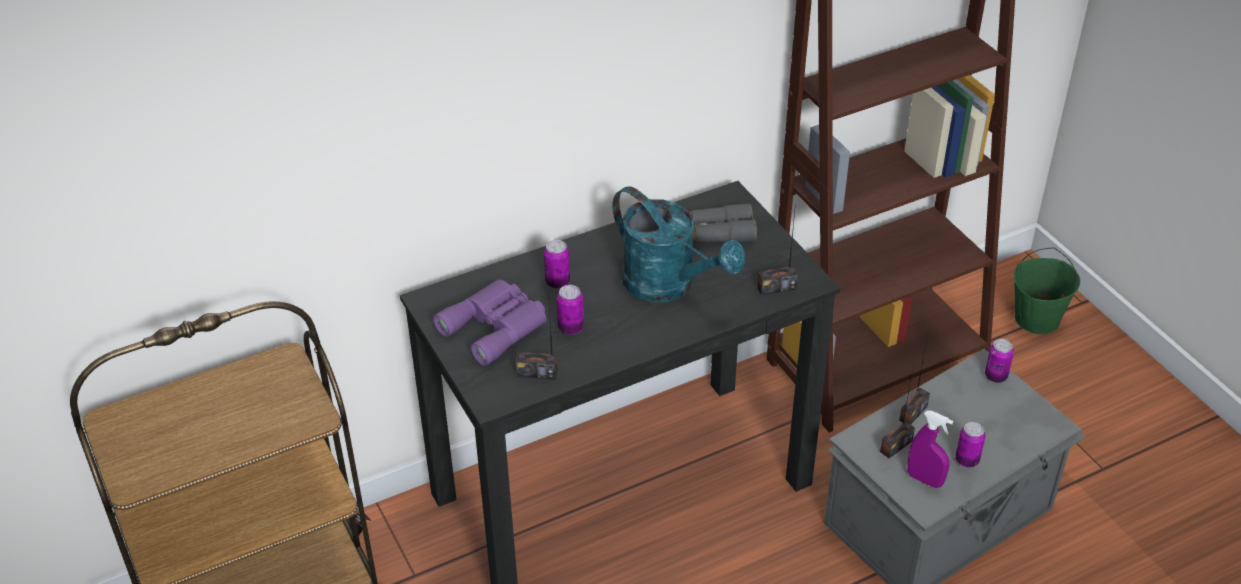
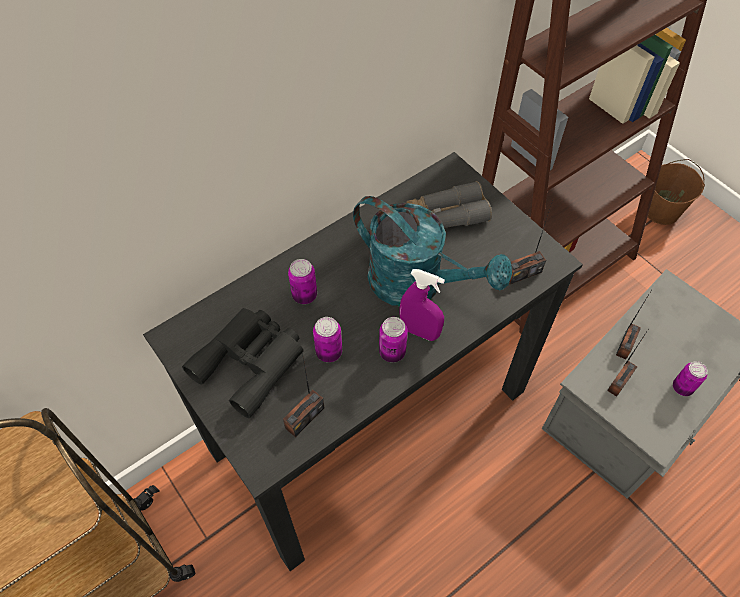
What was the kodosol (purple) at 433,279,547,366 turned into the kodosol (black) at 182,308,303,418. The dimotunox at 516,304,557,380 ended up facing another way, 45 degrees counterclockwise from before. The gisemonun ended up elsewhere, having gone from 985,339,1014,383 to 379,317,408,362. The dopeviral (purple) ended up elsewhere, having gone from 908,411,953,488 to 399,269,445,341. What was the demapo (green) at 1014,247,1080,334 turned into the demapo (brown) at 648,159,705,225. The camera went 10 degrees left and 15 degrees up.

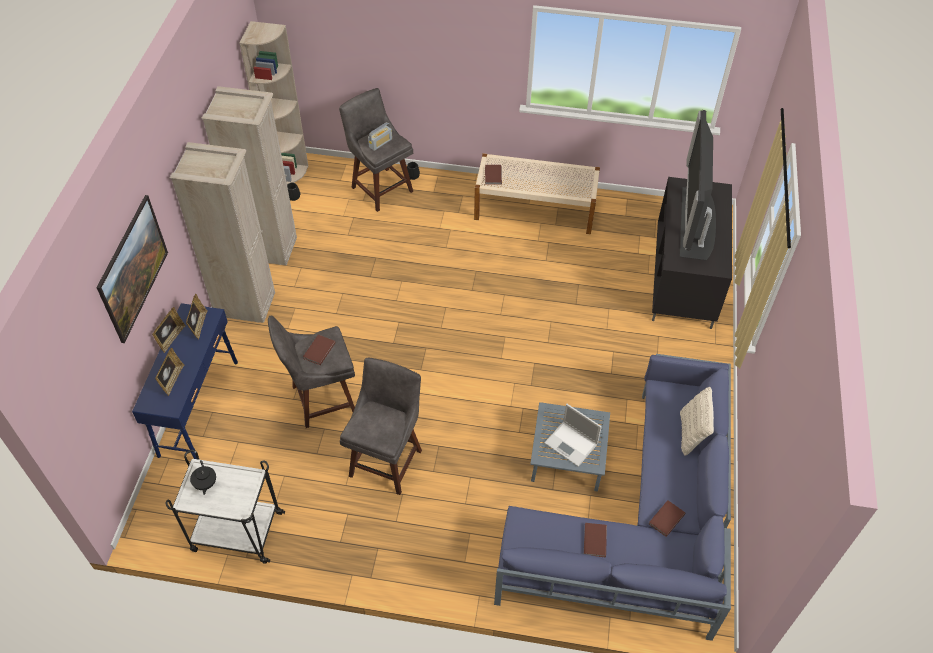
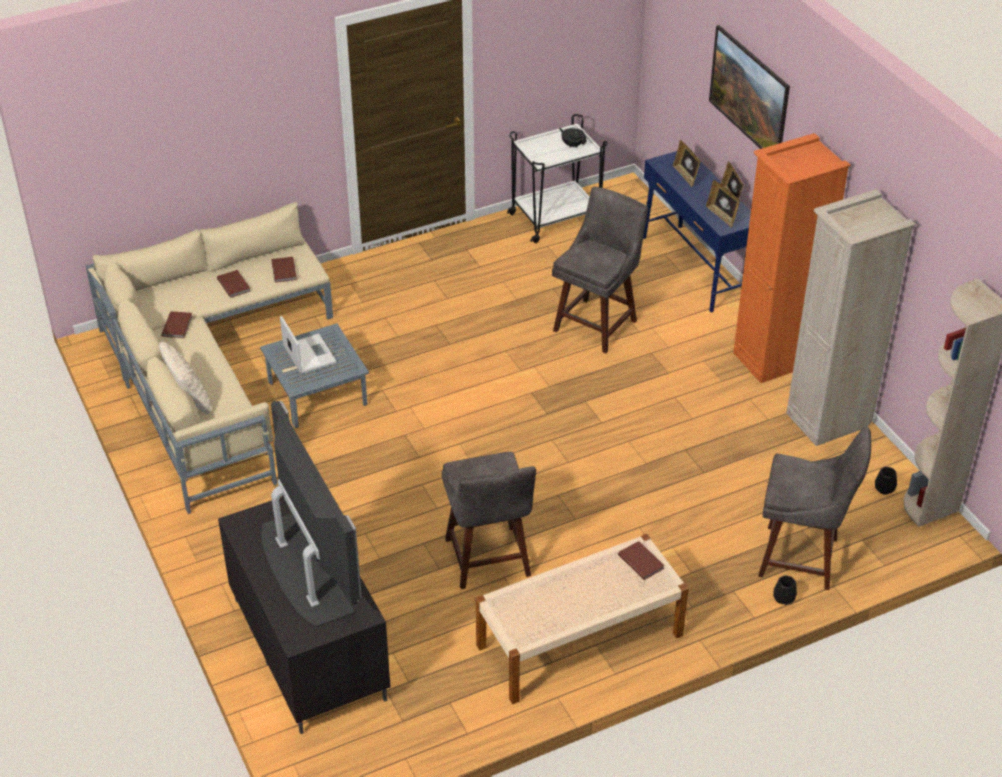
What was the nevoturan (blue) at 494,354,731,641 turned into the nevoturan (beige) at 86,202,369,514. The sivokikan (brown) ended up elsewhere, having gone from 303,335,336,365 to 271,257,297,282. The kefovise at 544,404,602,467 ended up facing another way, 60 degrees clockwise from before. The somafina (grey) ended up elsewhere, having gone from 340,358,422,495 to 442,452,536,589. What was the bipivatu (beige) at 170,142,275,323 turned into the bipivatu (orange) at 733,133,851,383. The second view lost the dimotunox at 368,122,392,151. The camera went 145 degrees right and 10 degrees down.

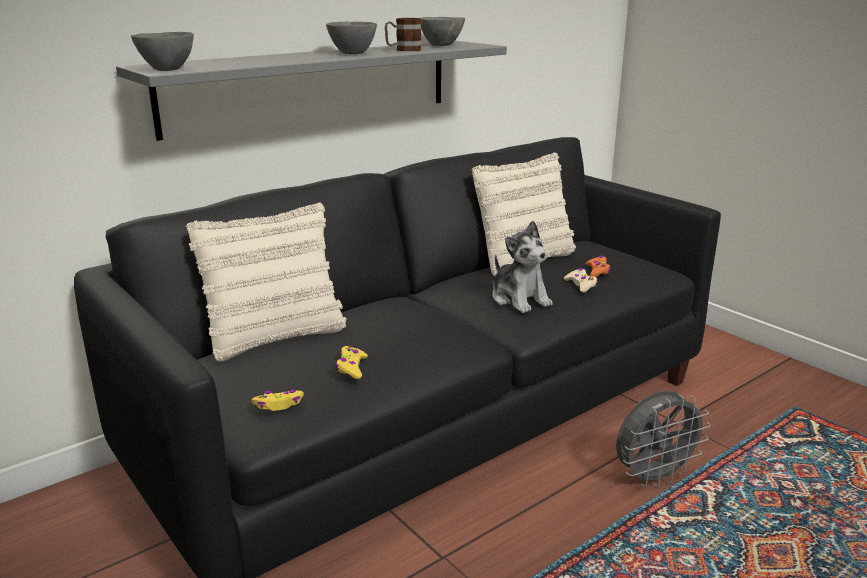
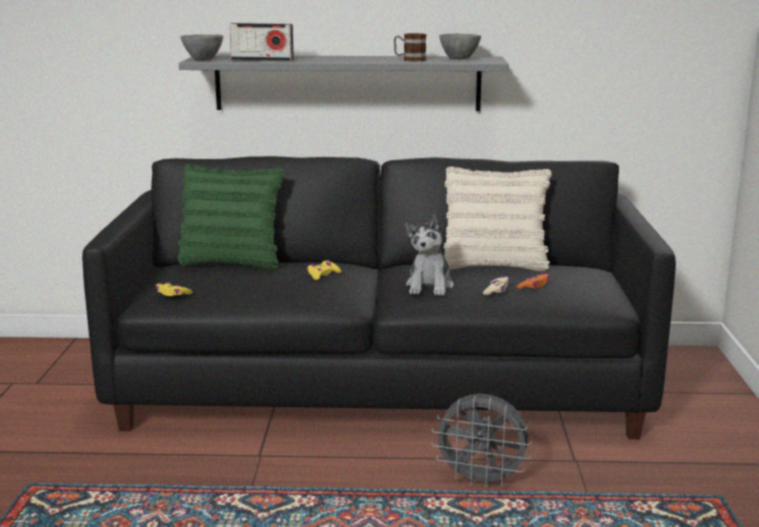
What was the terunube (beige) at 186,203,347,361 turned into the terunube (green) at 178,164,285,270. The second view gained the dimotunox at 229,23,294,61. The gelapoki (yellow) ended up elsewhere, having gone from 336,346,368,379 to 307,260,341,280. The second view lost the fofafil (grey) at 326,22,377,54. The camera went 40 degrees right and 5 degrees down.

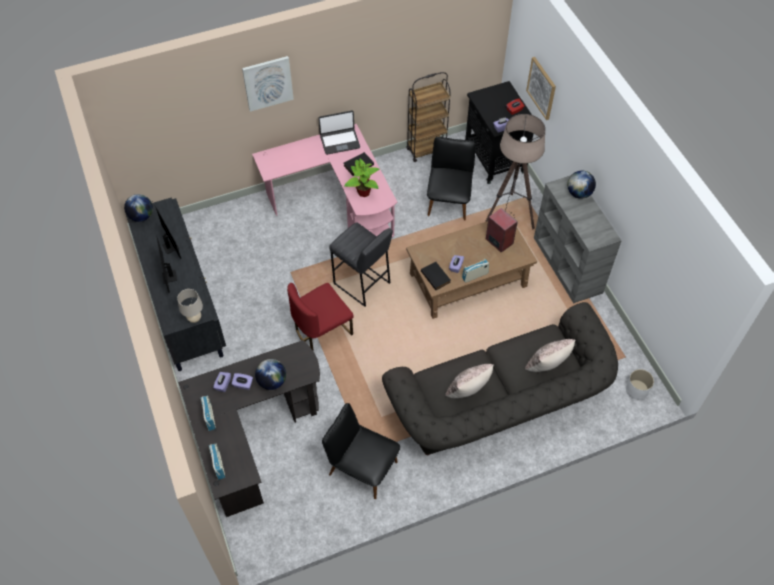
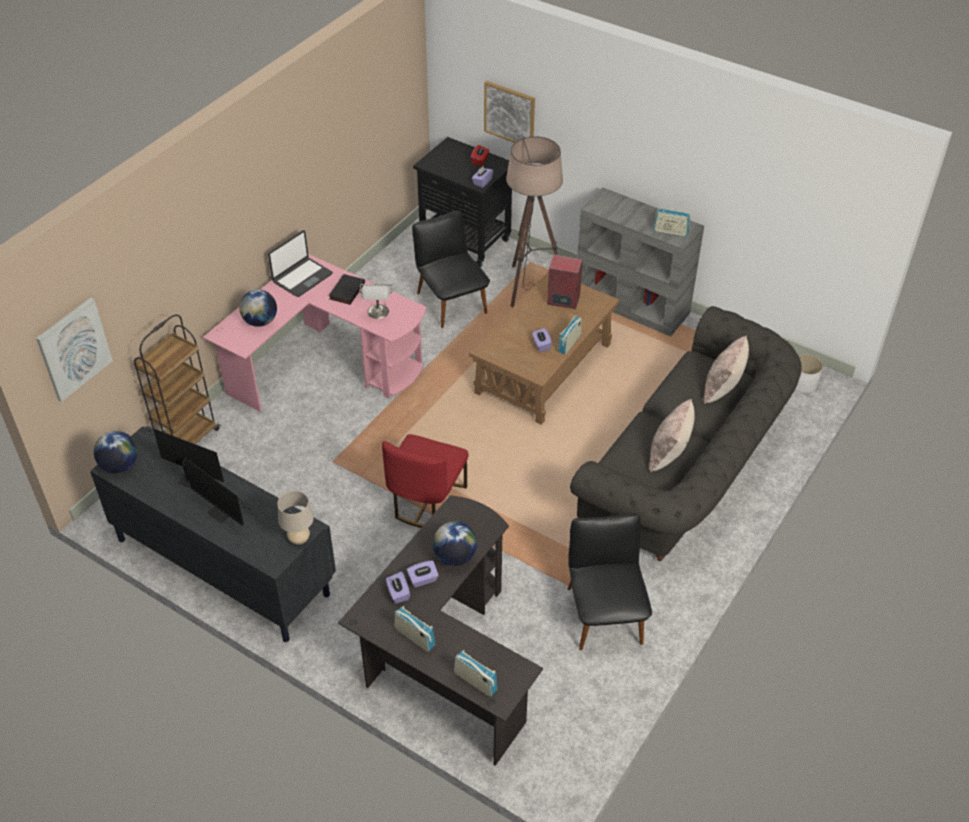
The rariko ended up elsewhere, having gone from 242,56,294,112 to 36,298,113,402. The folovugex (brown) ended up elsewhere, having gone from 406,72,450,162 to 134,314,220,444. The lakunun ended up elsewhere, having gone from 567,171,596,199 to 239,289,277,327. Where the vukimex stood at 344,158,379,197, the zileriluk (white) came to stand at 359,284,392,319. The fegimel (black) at 322,403,400,499 ended up facing another way, 90 degrees clockwise from before. The second view gained the dimotunox at 653,206,691,237. The second view lost the somafina (grey) at 329,223,393,307. The second view lost the sivokikan (black) at 421,262,451,290. The camera went 35 degrees left and 10 degrees down.

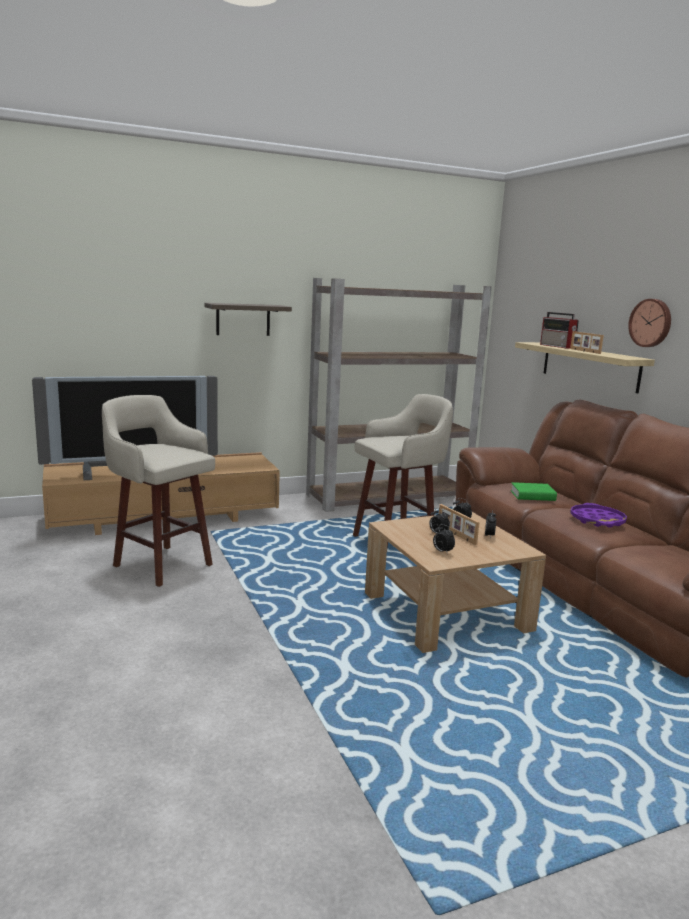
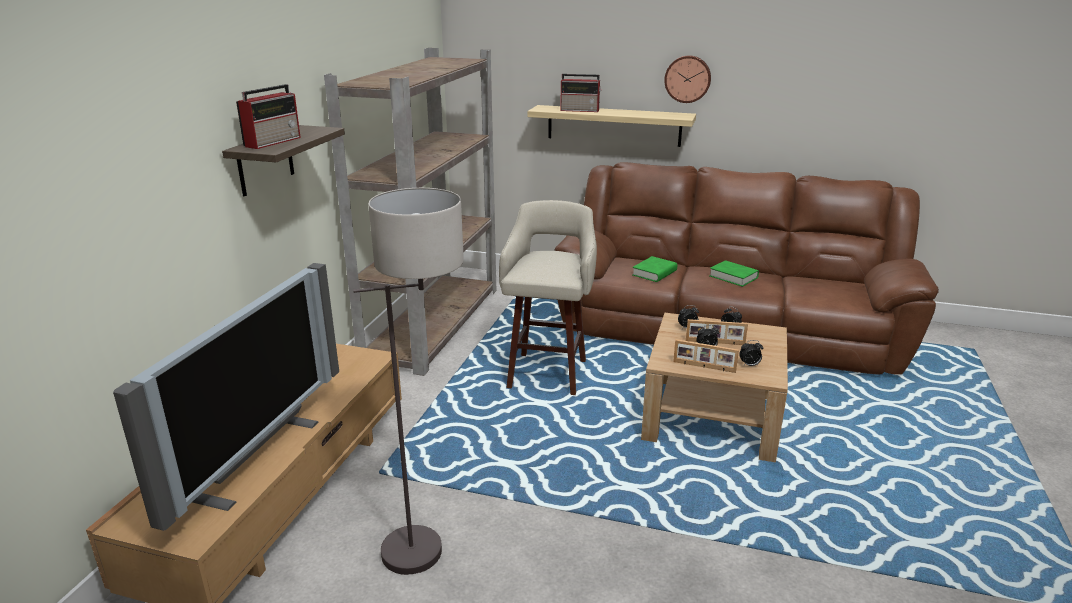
The second view gained the dimotunox at 236,84,301,149. Where the somafina (beige) stood at 102,395,215,587, the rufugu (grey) came to stand at 353,188,464,575. The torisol ended up elsewhere, having gone from 570,331,604,354 to 673,339,739,373. Where the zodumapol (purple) stood at 570,503,627,528, the sivokikan (green) came to stand at 709,260,759,287. The camera went 50 degrees left and 10 degrees up.

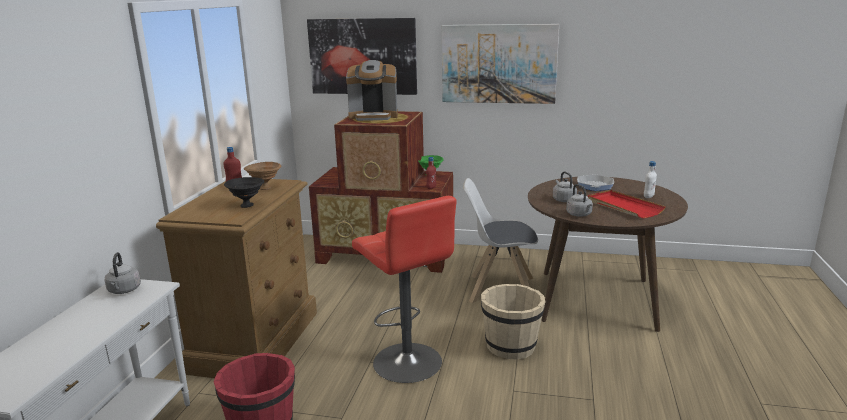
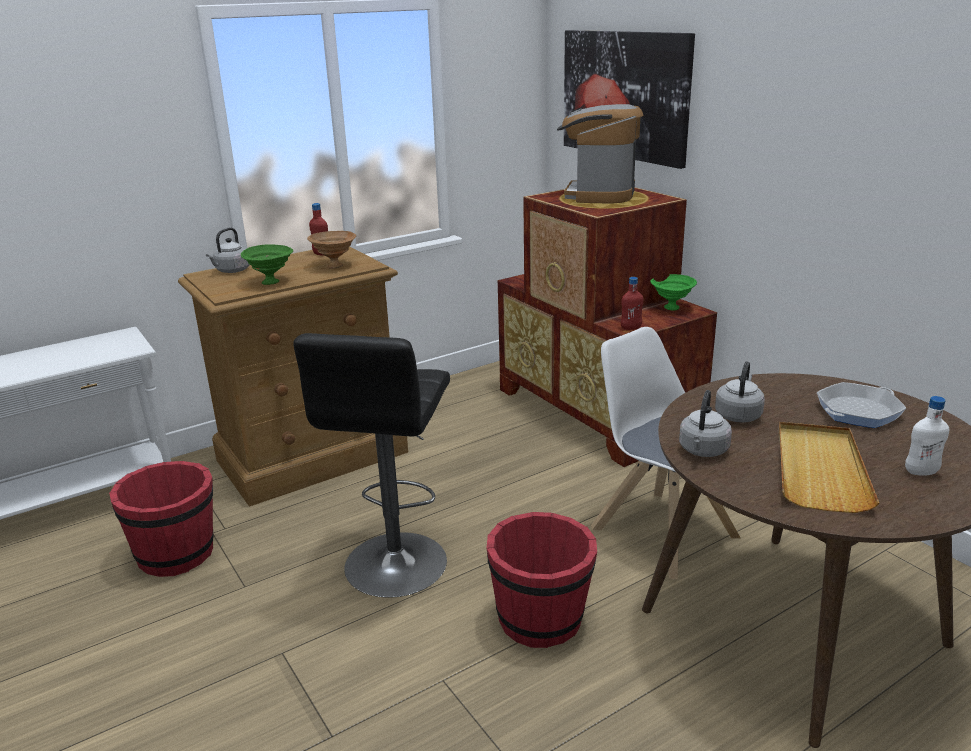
The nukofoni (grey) ended up elsewhere, having gone from 105,252,141,294 to 206,227,250,273. What was the fofafil (black) at 224,177,264,208 turned into the fofafil (green) at 241,244,293,285. What was the somafina (red) at 352,196,456,383 turned into the somafina (black) at 293,333,450,598. What was the demapo (beige) at 481,284,545,359 turned into the demapo (red) at 486,512,597,648. The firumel at 346,60,398,121 ended up facing another way, 60 degrees clockwise from before. What was the zodumapol (red) at 588,190,666,218 turned into the zodumapol (beige) at 778,422,879,513. The second view lost the rariko at 442,24,559,104. The camera went 45 degrees right and 5 degrees up.

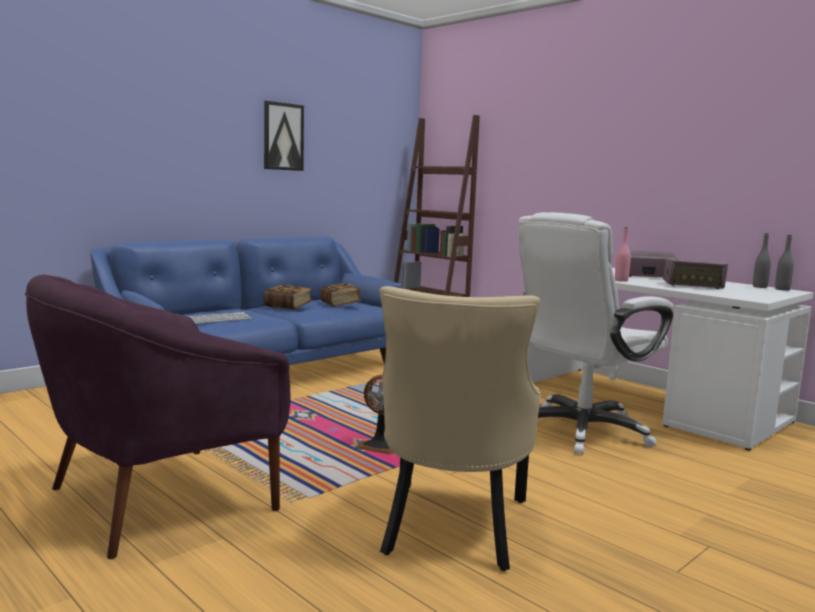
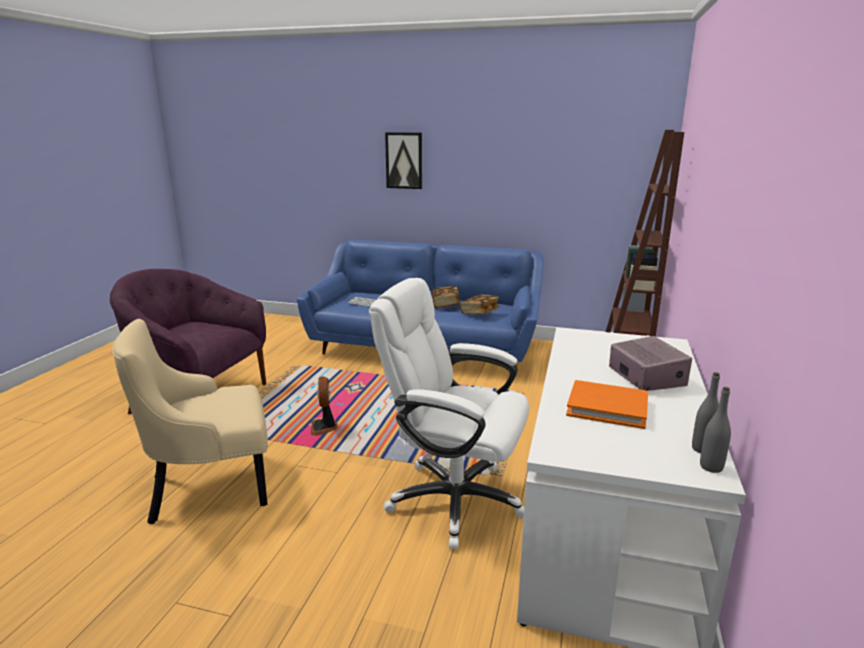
The rariko ended up elsewhere, having gone from 264,101,304,171 to 385,132,422,189. Where the dimotunox stood at 663,259,728,289, the sivokikan (orange) came to stand at 566,380,648,429. The second view lost the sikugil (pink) at 615,228,631,282. The camera went 60 degrees right and 10 degrees up.

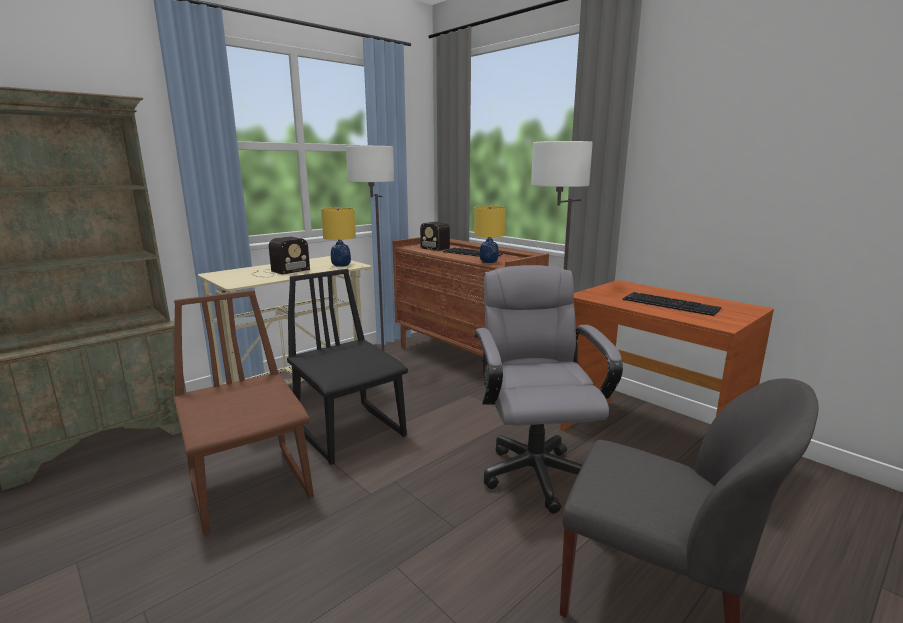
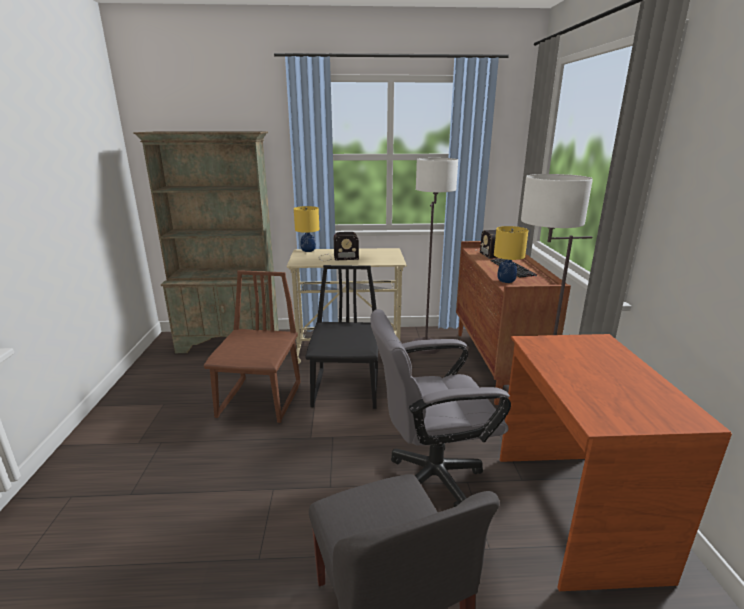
The zileriluk (yellow) ended up elsewhere, having gone from 321,208,356,267 to 294,206,320,252. The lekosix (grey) at 475,265,623,513 ended up facing another way, 135 degrees counterclockwise from before. The second view lost the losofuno at 622,292,722,316. The camera went 40 degrees right and 5 degrees up.

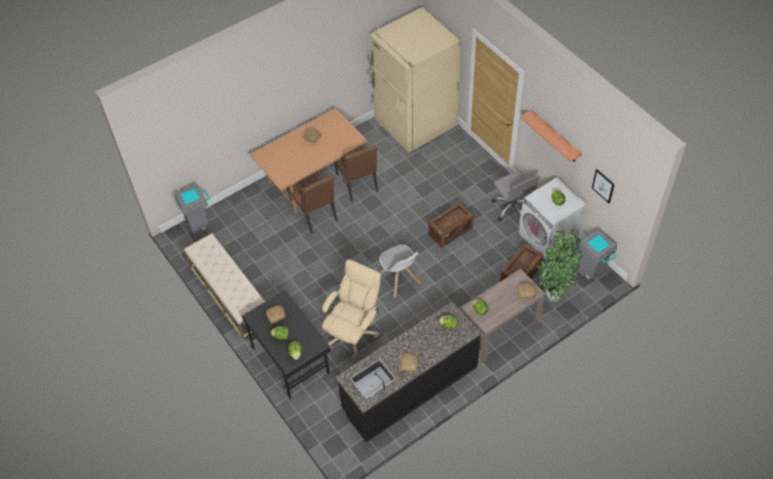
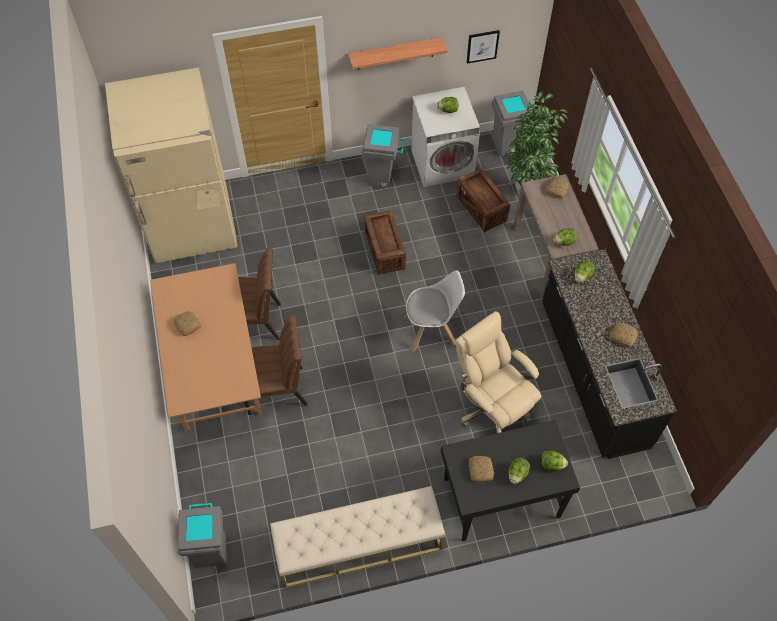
Where the lekosix (grey) stood at 491,171,540,221, the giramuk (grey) came to stand at 362,124,405,187. The camera went 70 degrees left and 5 degrees up.

